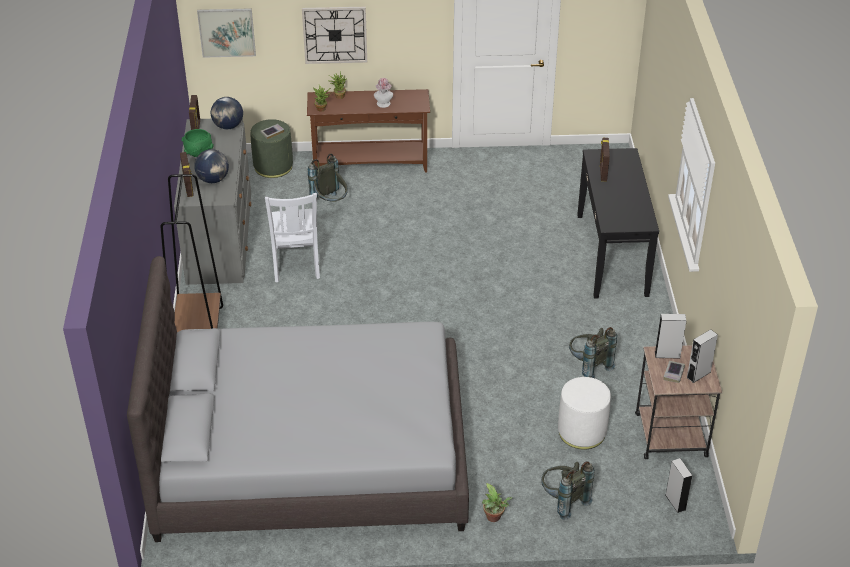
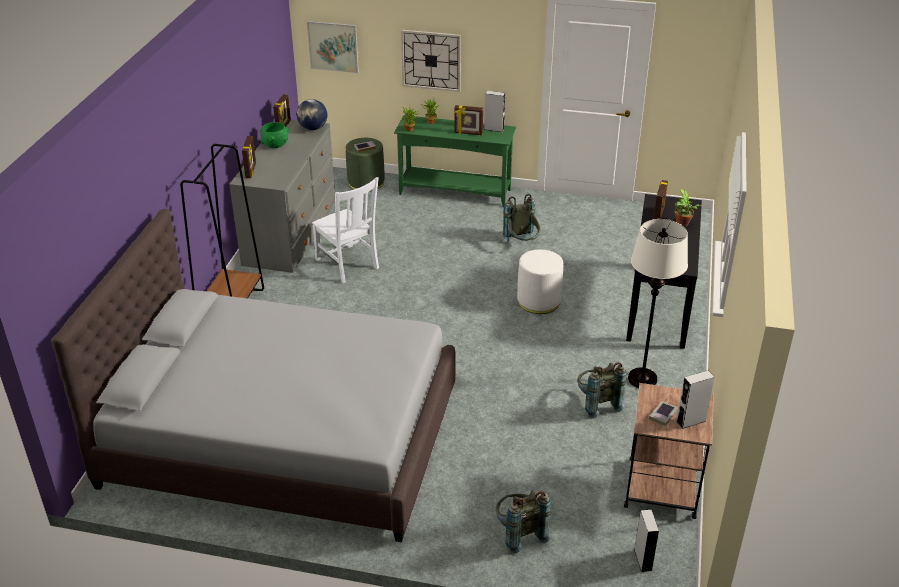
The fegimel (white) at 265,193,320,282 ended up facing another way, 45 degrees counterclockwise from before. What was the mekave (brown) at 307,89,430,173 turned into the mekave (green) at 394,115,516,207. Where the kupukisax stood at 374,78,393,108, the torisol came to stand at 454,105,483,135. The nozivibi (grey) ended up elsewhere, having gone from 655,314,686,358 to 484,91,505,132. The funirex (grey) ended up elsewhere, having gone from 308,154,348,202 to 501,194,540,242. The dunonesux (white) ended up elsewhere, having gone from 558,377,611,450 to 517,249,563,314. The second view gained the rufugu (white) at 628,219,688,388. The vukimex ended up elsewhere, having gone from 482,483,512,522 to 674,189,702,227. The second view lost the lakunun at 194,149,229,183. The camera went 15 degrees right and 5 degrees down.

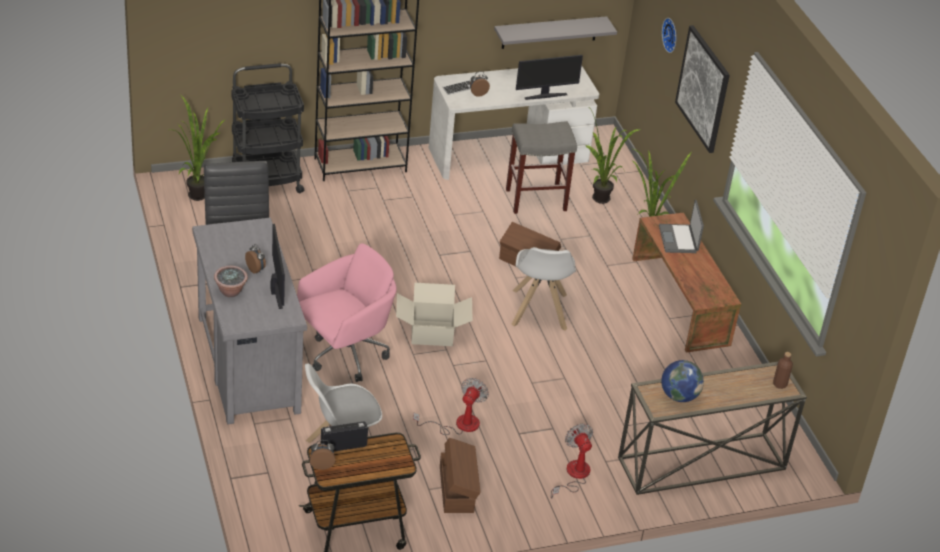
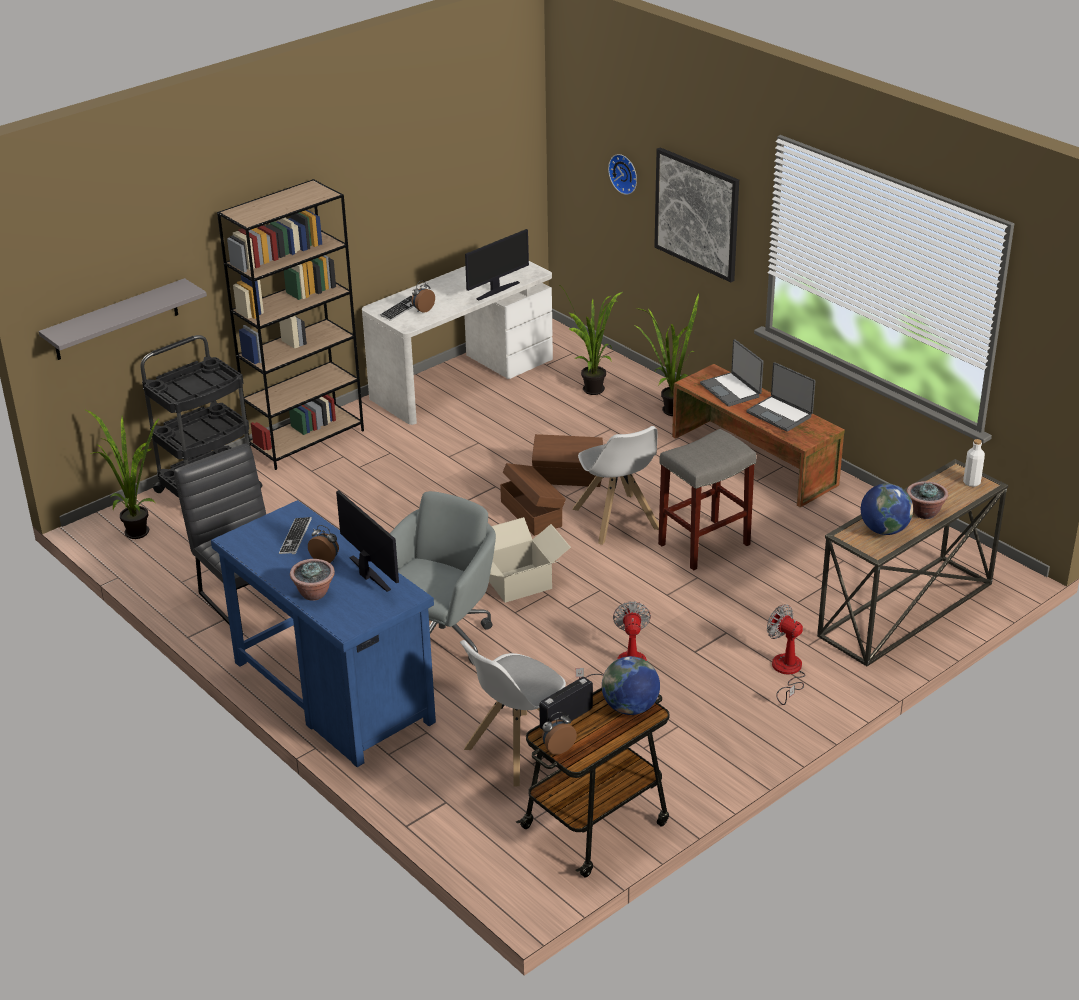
The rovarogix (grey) ended up elsewhere, having gone from 494,16,617,49 to 39,278,207,360. What was the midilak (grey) at 192,218,307,424 turned into the midilak (blue) at 211,500,436,767. The second view gained the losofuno at 279,517,312,554. What was the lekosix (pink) at 297,243,397,382 turned into the lekosix (grey) at 390,491,496,664. The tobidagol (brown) ended up elsewhere, having gone from 440,438,481,513 to 500,463,566,536. The second view gained the lakunun at 602,656,660,715. The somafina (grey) ended up elsewhere, having gone from 506,121,577,214 to 658,429,756,570. The second view gained the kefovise at 746,362,815,432. The second view gained the vukimex at 907,481,948,519. What was the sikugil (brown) at 773,352,793,389 turned into the sikugil (white) at 963,439,985,487. The camera went 20 degrees left and 5 degrees down.

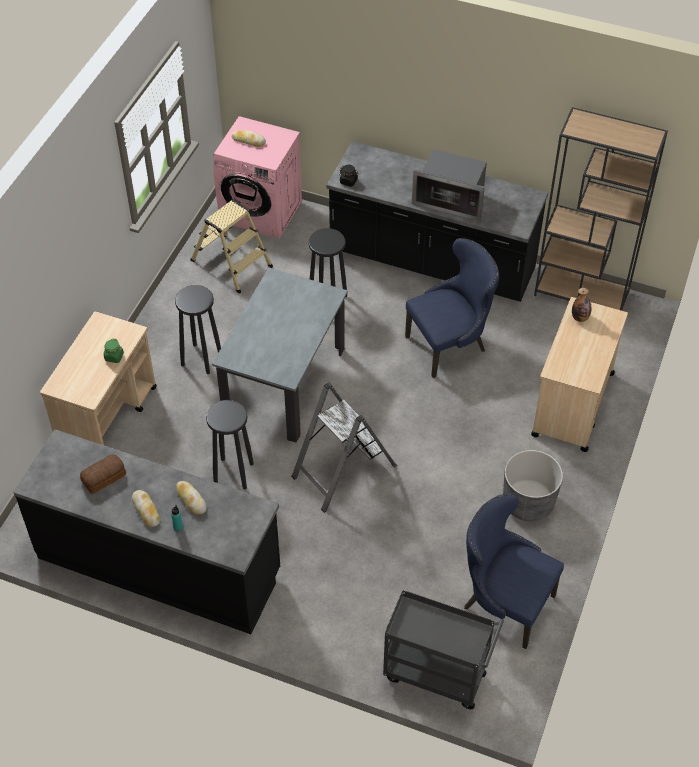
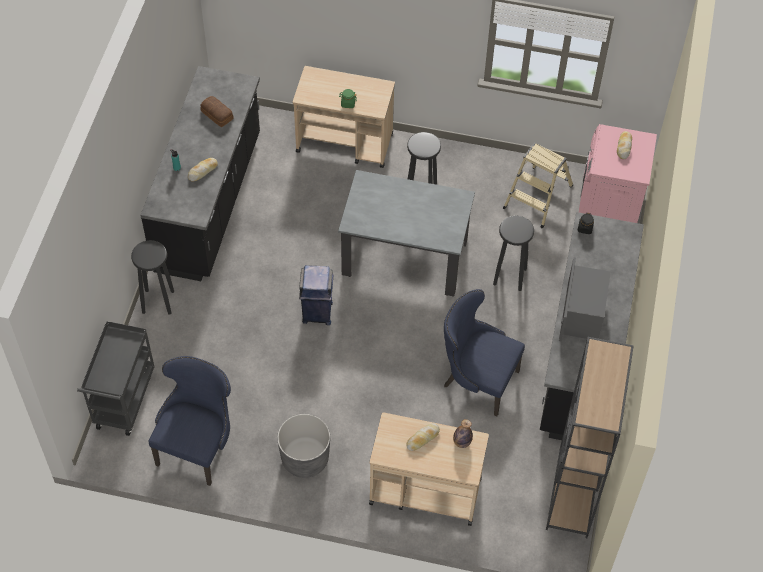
The somafina (black) ended up elsewhere, having gone from 206,400,254,490 to 131,240,174,315. Where the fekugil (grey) stood at 291,382,397,513, the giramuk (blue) came to stand at 299,265,333,325. The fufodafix ended up elsewhere, having gone from 132,490,160,527 to 406,423,440,451. The fegimel (blue) at 405,238,499,378 ended up facing another way, 150 degrees clockwise from before. The camera went 80 degrees right and 5 degrees up.

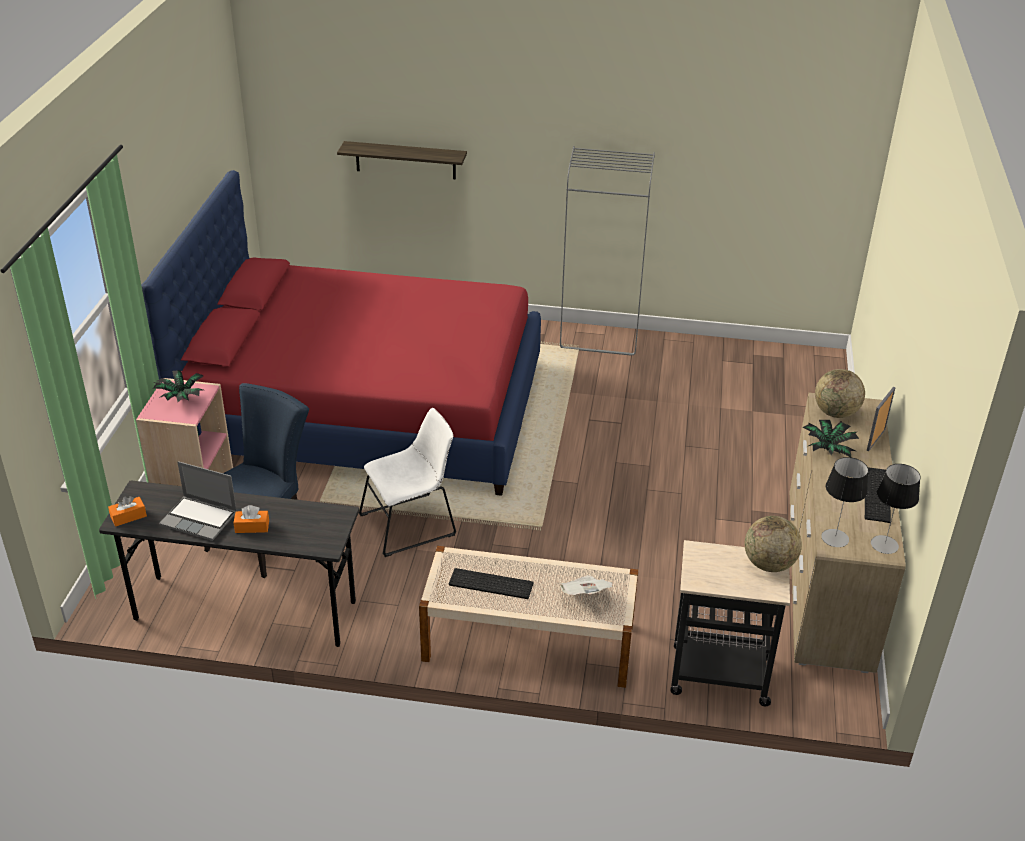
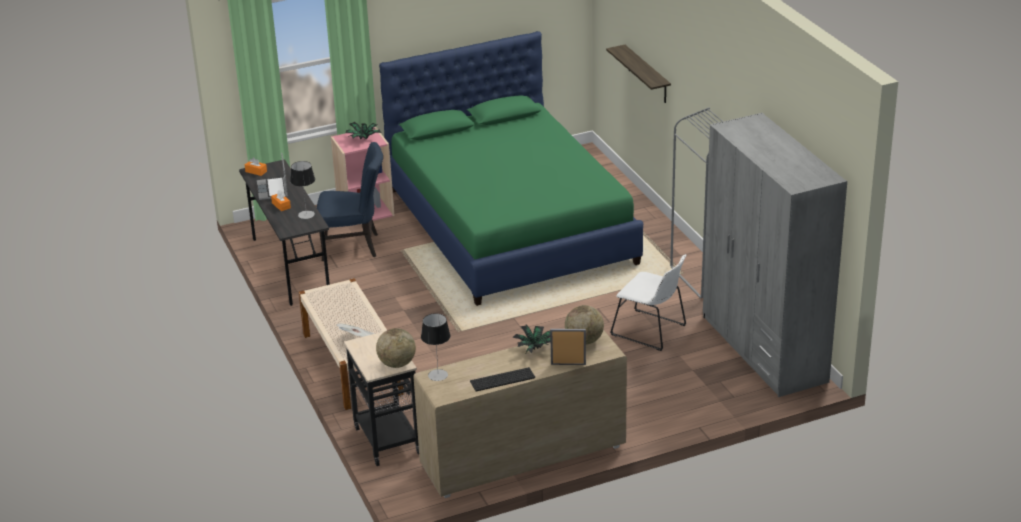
The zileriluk ended up elsewhere, having gone from 871,464,921,554 to 290,161,315,219. What was the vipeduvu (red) at 141,170,541,496 turned into the vipeduvu (green) at 379,31,643,306. The fegimel (white) ended up elsewhere, having gone from 359,408,456,557 to 610,254,686,351. The second view gained the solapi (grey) at 703,113,847,397. The second view lost the losofuno at 449,568,534,599. The camera went 60 degrees right and 5 degrees down.

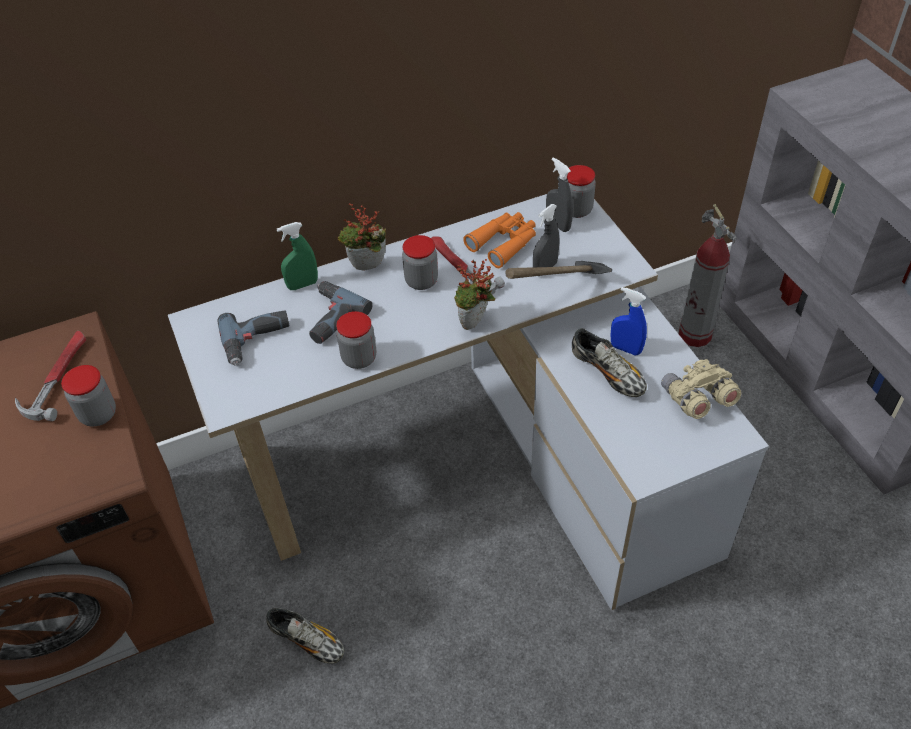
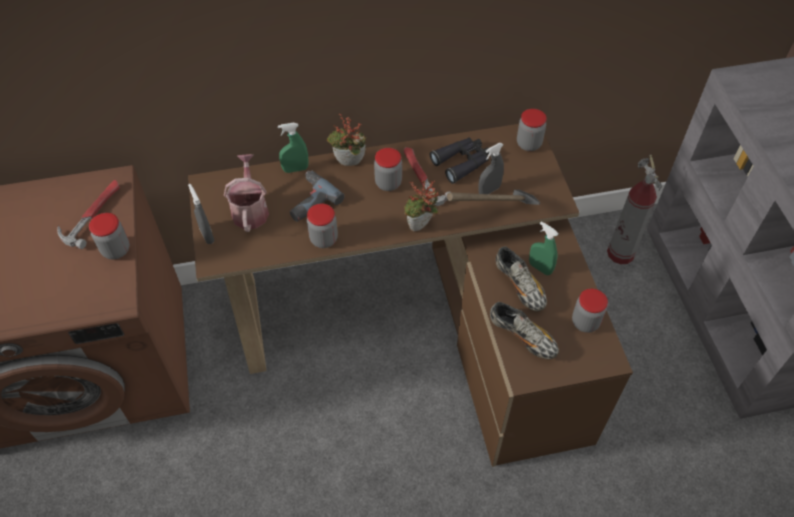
What was the midilak (white) at 168,194,769,610 turned into the midilak (brown) at 188,124,633,467. The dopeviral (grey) ended up elsewhere, having gone from 546,157,573,232 to 188,184,215,244. Where the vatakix stood at 217,311,290,366, the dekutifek came to stand at 224,154,269,232. What was the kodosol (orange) at 463,212,536,268 turned into the kodosol (black) at 429,137,489,184. The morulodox ended up elsewhere, having gone from 266,608,344,664 to 490,302,559,359. What was the dopeviral (blue) at 611,287,647,356 turned into the dopeviral (green) at 529,221,559,275. Where the kodosol (beige) stood at 661,359,741,419, the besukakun came to stand at 572,288,608,333. The camera went 10 degrees right and 5 degrees up.

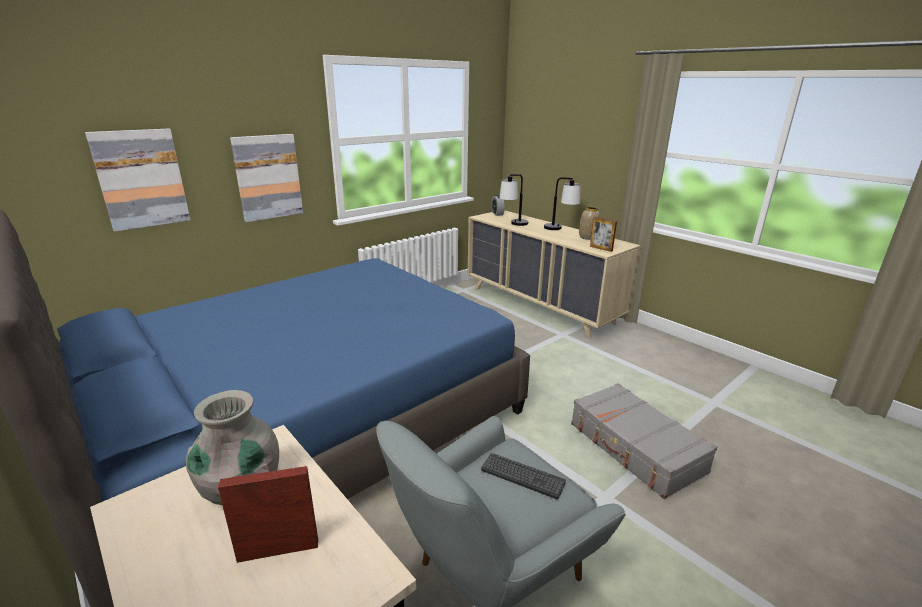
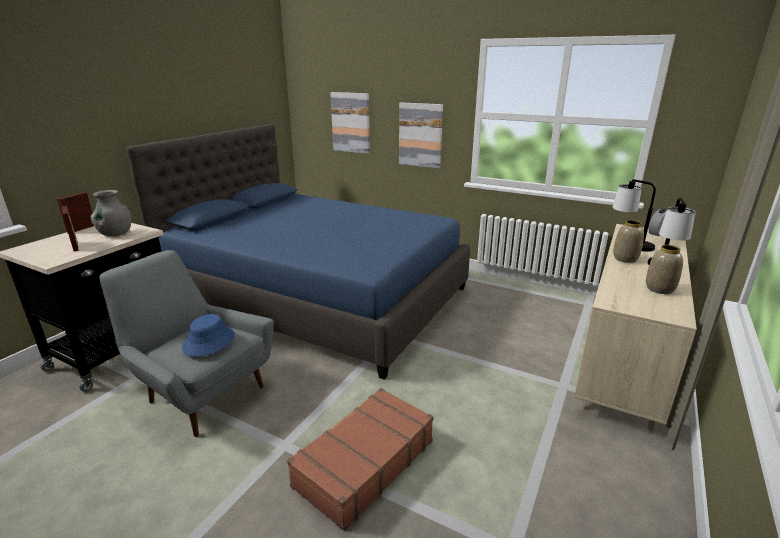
The torisol ended up elsewhere, having gone from 590,217,617,252 to 57,192,94,233. Where the losofuno stood at 481,453,566,499, the kupukisax (blue) came to stand at 182,314,235,356. What was the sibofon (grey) at 571,383,717,499 turned into the sibofon (brown) at 287,388,434,531. The second view gained the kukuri at 613,220,644,263. The camera went 70 degrees right and 0 degrees up.

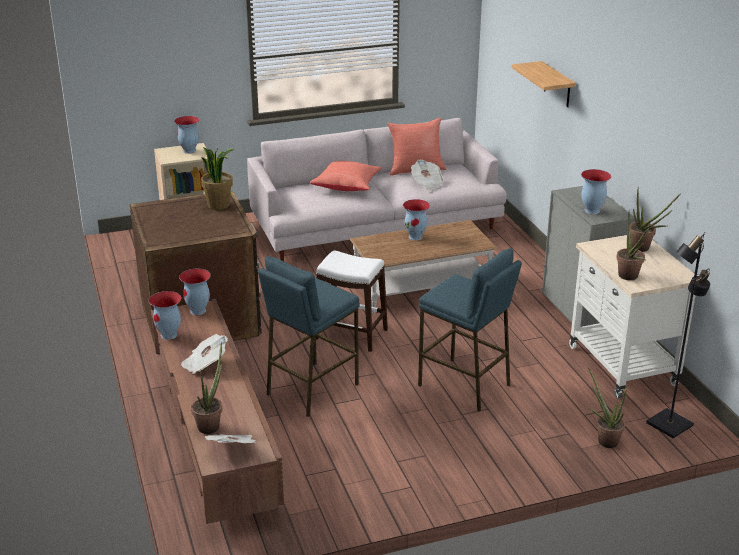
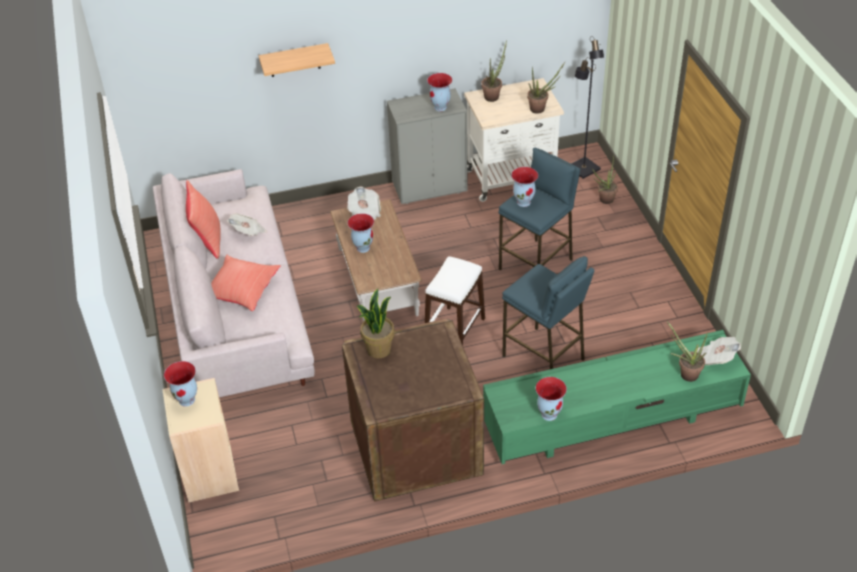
The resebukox ended up elsewhere, having gone from 181,334,228,374 to 347,186,381,220. What was the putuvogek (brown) at 151,299,284,524 turned into the putuvogek (green) at 483,330,751,464. The kukuri ended up elsewhere, having gone from 179,268,211,315 to 511,167,538,207. The camera went 85 degrees left and 15 degrees up.

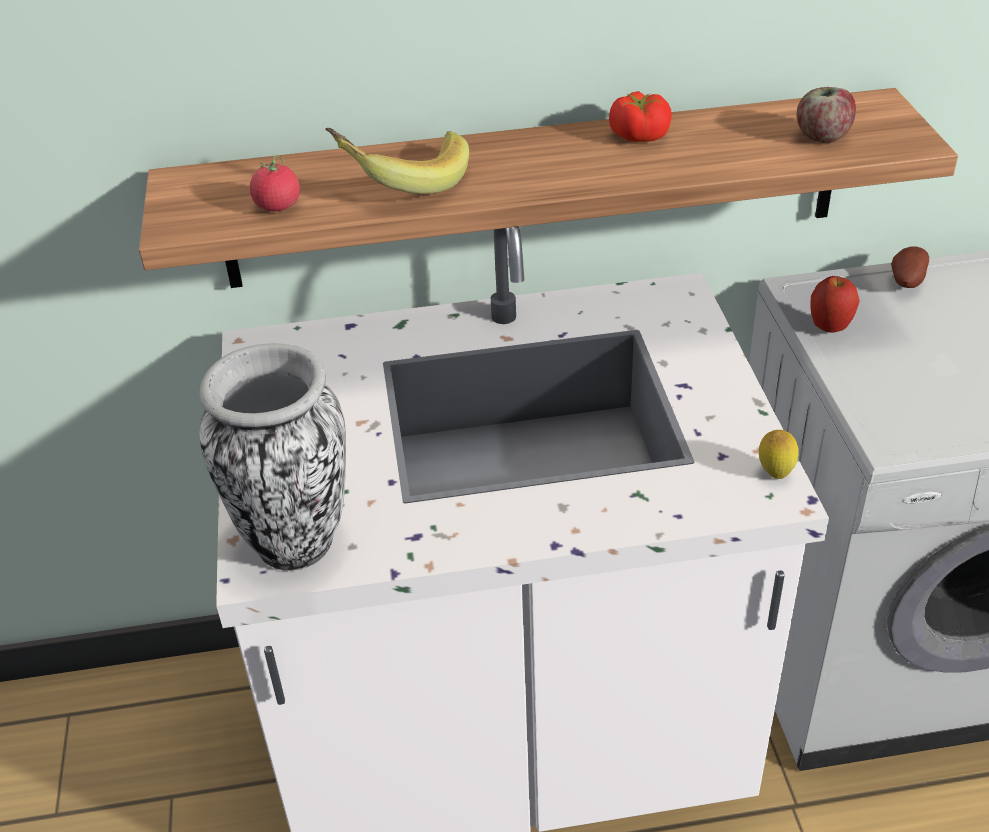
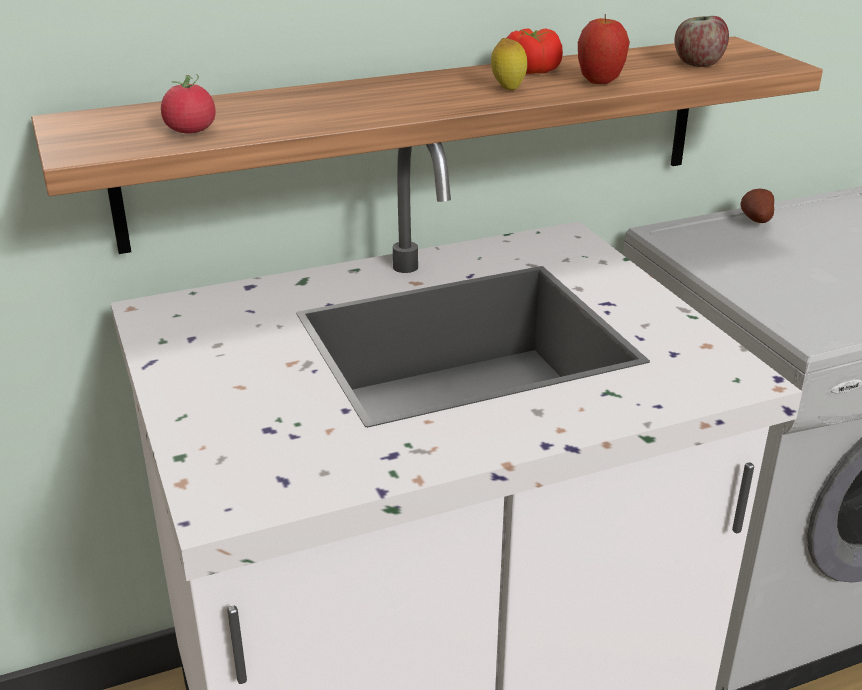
The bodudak ended up elsewhere, having gone from 759,430,799,479 to 491,38,527,90. The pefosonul ended up elsewhere, having gone from 810,276,860,333 to 578,13,630,84. The second view lost the kukuri at 199,343,346,571. The second view lost the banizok at 325,128,469,194. The camera went 15 degrees left and 10 degrees down.

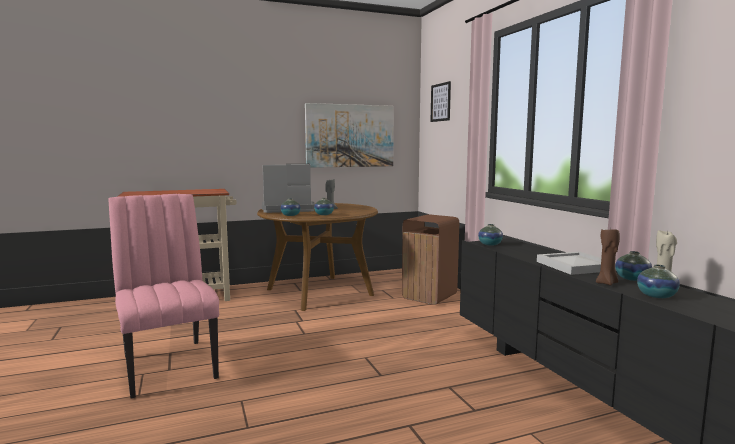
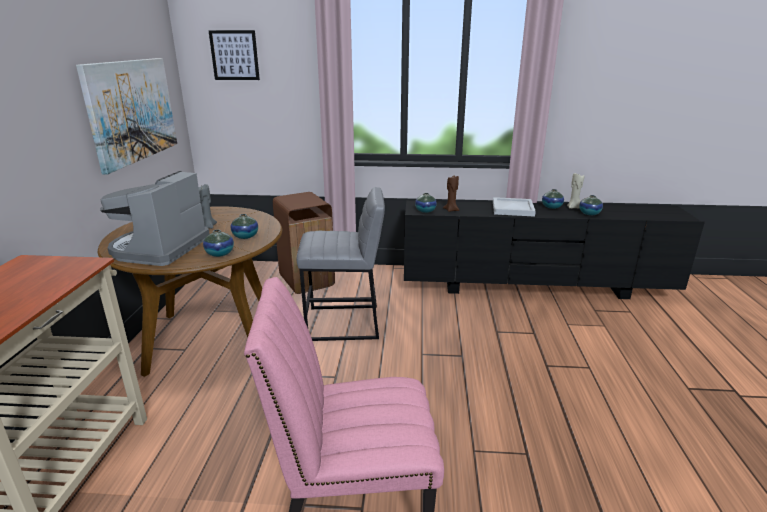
The second view gained the fegimel (grey) at 297,187,385,341. The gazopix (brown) ended up elsewhere, having gone from 596,229,620,285 to 443,175,459,212. The camera went 65 degrees left and 15 degrees up.

